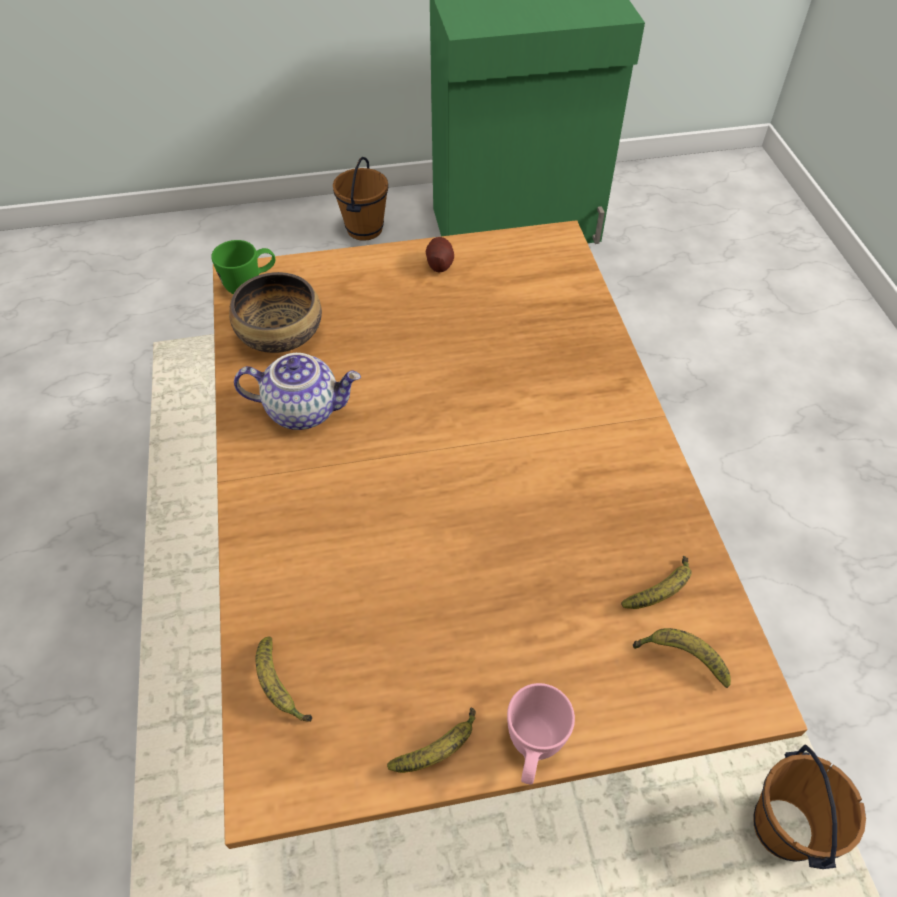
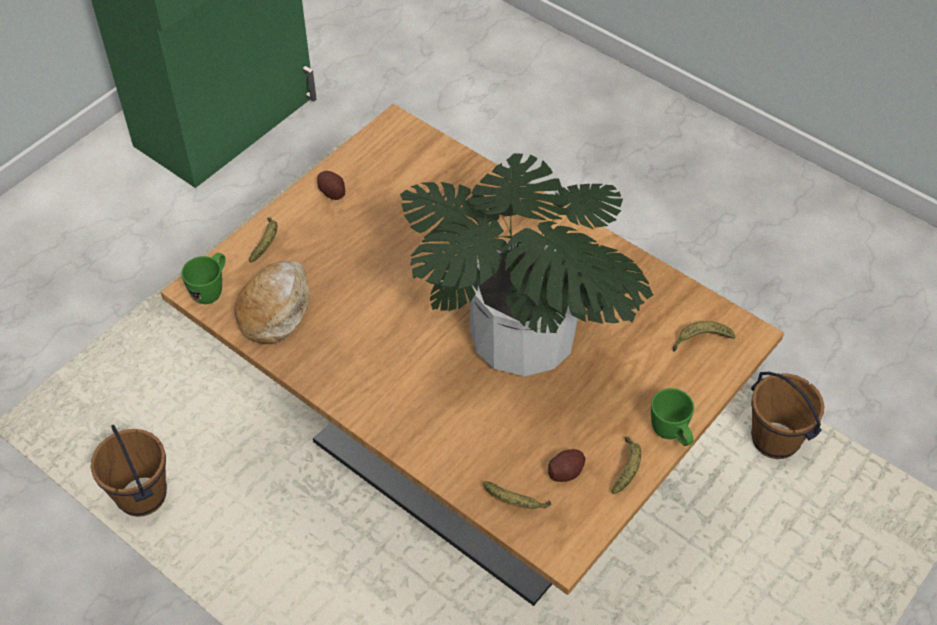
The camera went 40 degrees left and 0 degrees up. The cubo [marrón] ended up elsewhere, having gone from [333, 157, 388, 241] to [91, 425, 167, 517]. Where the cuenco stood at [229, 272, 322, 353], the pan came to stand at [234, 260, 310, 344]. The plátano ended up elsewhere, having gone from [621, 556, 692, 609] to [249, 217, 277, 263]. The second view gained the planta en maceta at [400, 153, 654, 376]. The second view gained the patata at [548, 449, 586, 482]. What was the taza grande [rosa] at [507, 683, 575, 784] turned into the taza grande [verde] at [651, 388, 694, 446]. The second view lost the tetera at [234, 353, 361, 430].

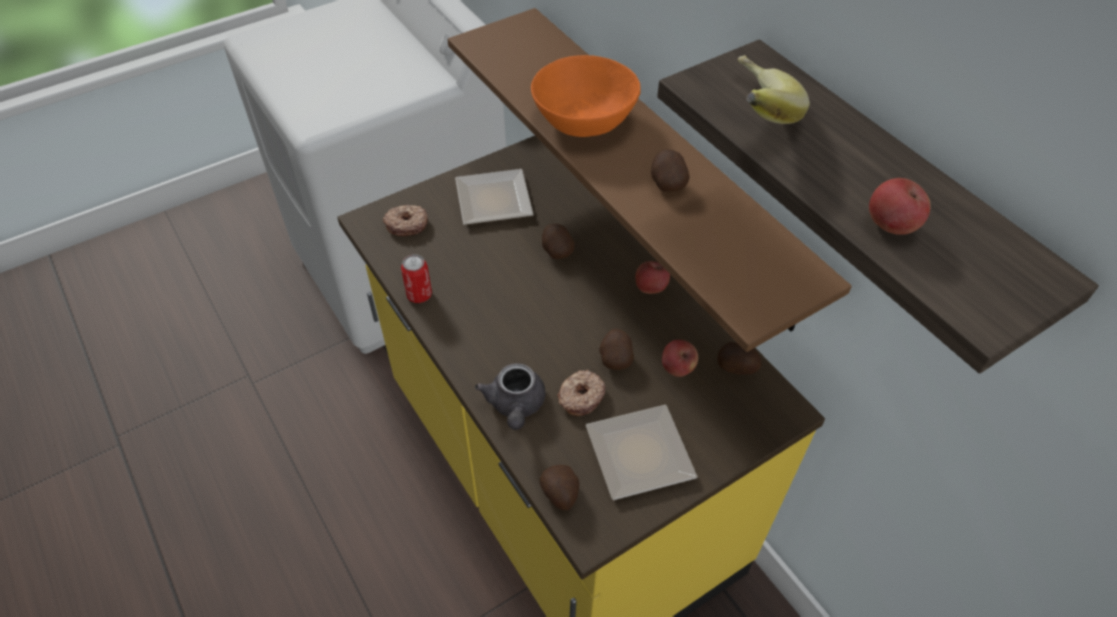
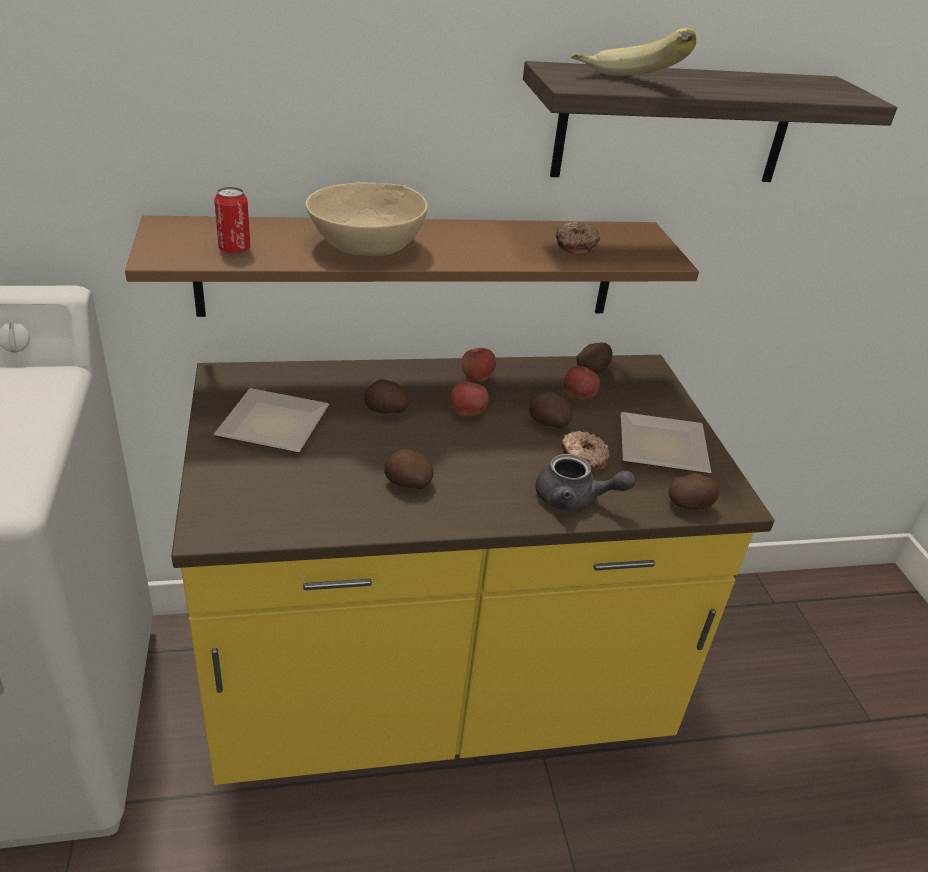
The camera went 70 degrees left and 15 degrees down. The lata ended up elsewhere, having gone from [401, 254, 432, 303] to [214, 187, 251, 254]. What was the cuenco [naranja] at [531, 55, 641, 137] turned into the cuenco [beis] at [306, 183, 428, 256]. The patata ended up elsewhere, having gone from [651, 149, 690, 192] to [384, 449, 434, 489]. The manzana ended up elsewhere, having gone from [869, 178, 931, 235] to [451, 382, 489, 416]. The rosquilla ended up elsewhere, having gone from [383, 205, 428, 236] to [556, 222, 600, 255].

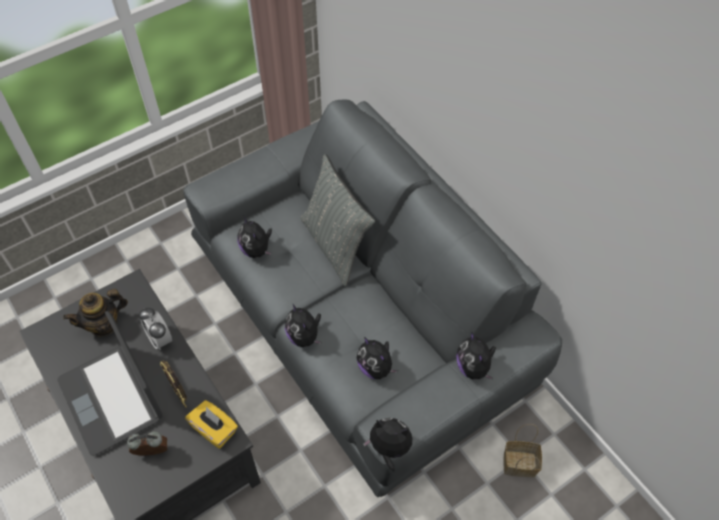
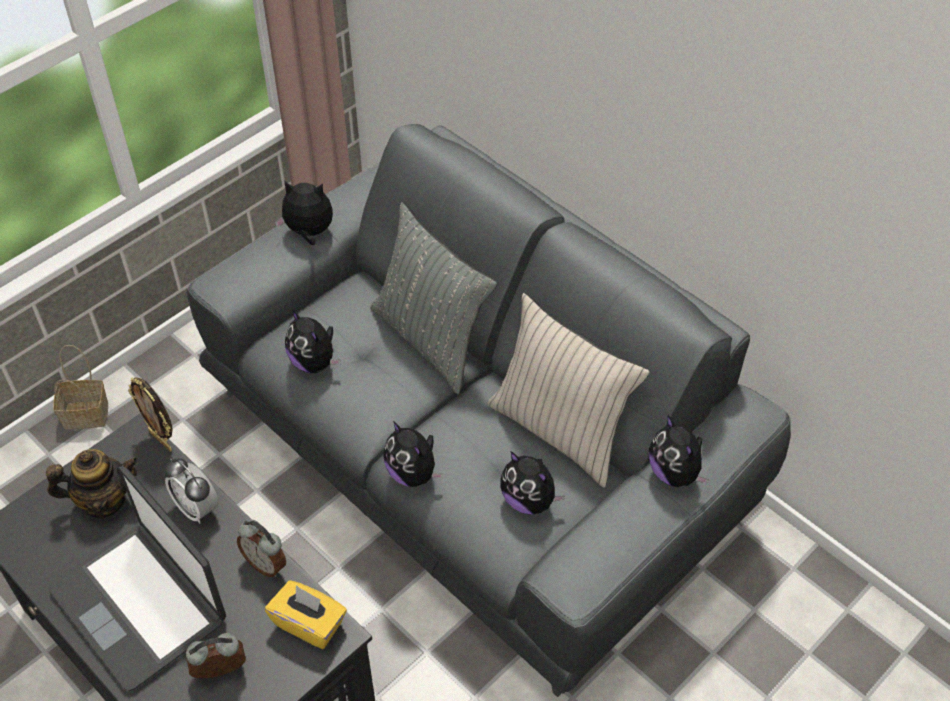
The camera went 10 degrees left and 5 degrees down. The tetera at [63, 289, 128, 337] ended up facing another way, 150 degrees counterclockwise from before. The cesta ended up elsewhere, having gone from [503, 424, 542, 477] to [53, 345, 108, 429]. The portarretratos ended up elsewhere, having gone from [160, 360, 187, 408] to [128, 377, 173, 452]. The second view gained the despertador at [237, 520, 286, 577]. The peluche ended up elsewhere, having gone from [363, 418, 412, 472] to [275, 180, 333, 245]. The second view gained the cojín [beis] at [488, 293, 650, 488].

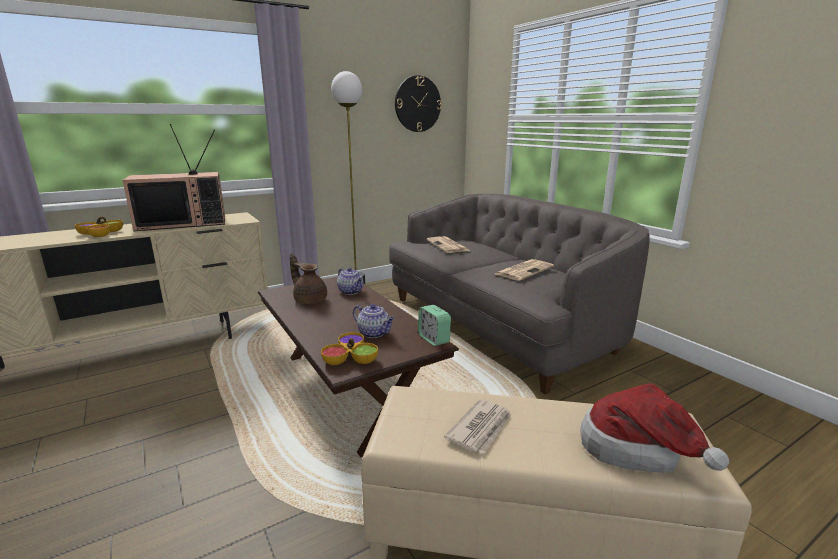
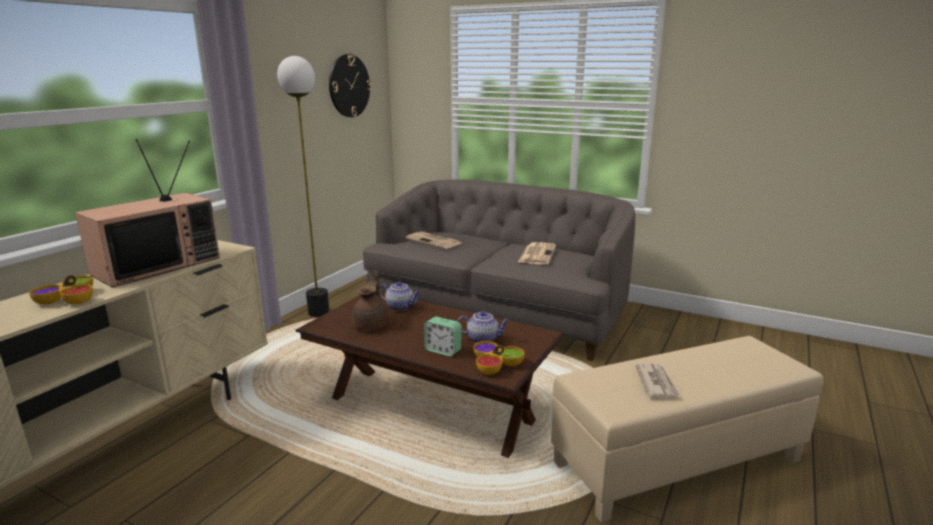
The camera went 30 degrees left and 0 degrees up. The tetera [marrón] at [290, 254, 327, 304] ended up facing another way, 90 degrees clockwise from before. The despertador ended up elsewhere, having gone from [418, 305, 451, 346] to [424, 317, 462, 356]. The second view lost the sombrero at [580, 383, 729, 473].

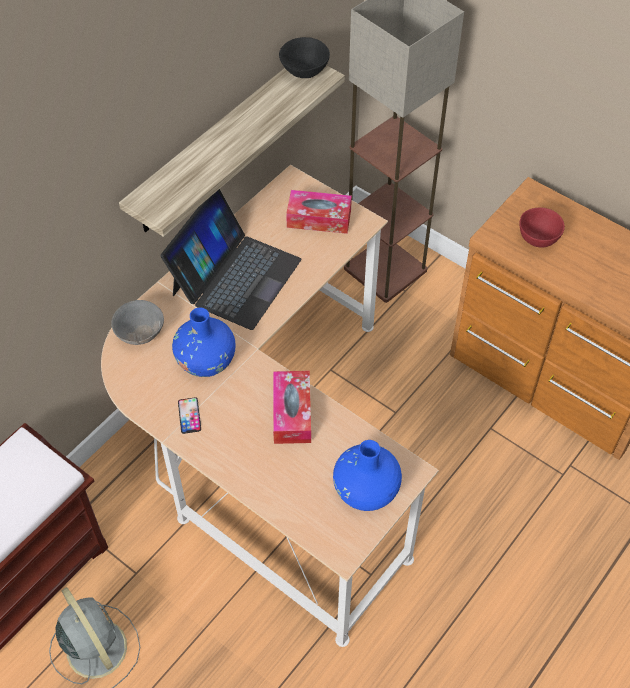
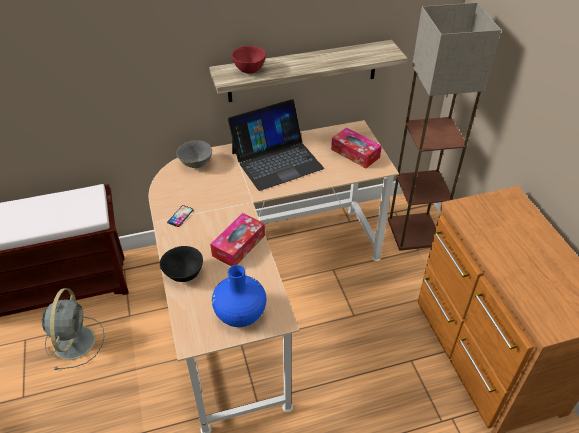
The camera went 35 degrees right and 10 degrees down. The cuenco [negro] ended up elsewhere, having gone from [279, 37, 330, 78] to [160, 246, 203, 282]. The cuenco [rojo] ended up elsewhere, having gone from [520, 208, 565, 248] to [232, 46, 266, 73]. The second view lost the florero [azul] at [172, 307, 236, 377].

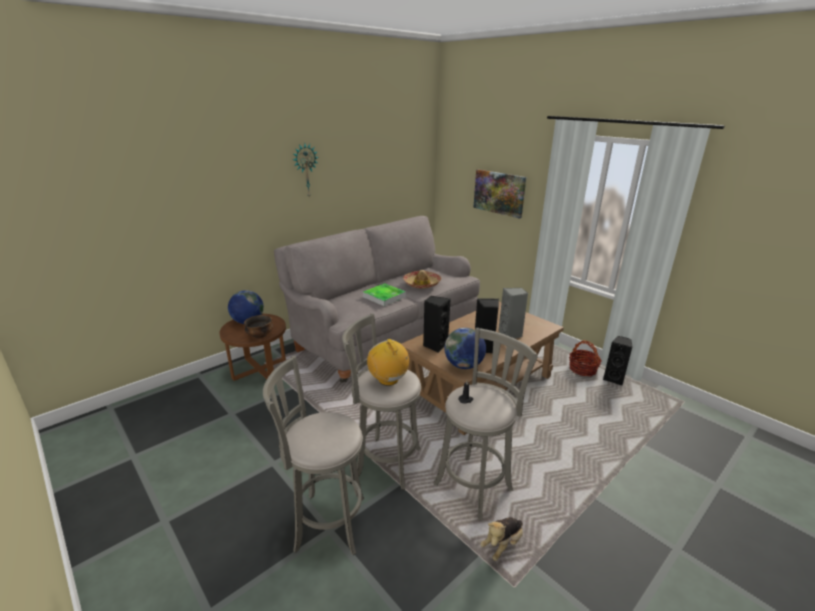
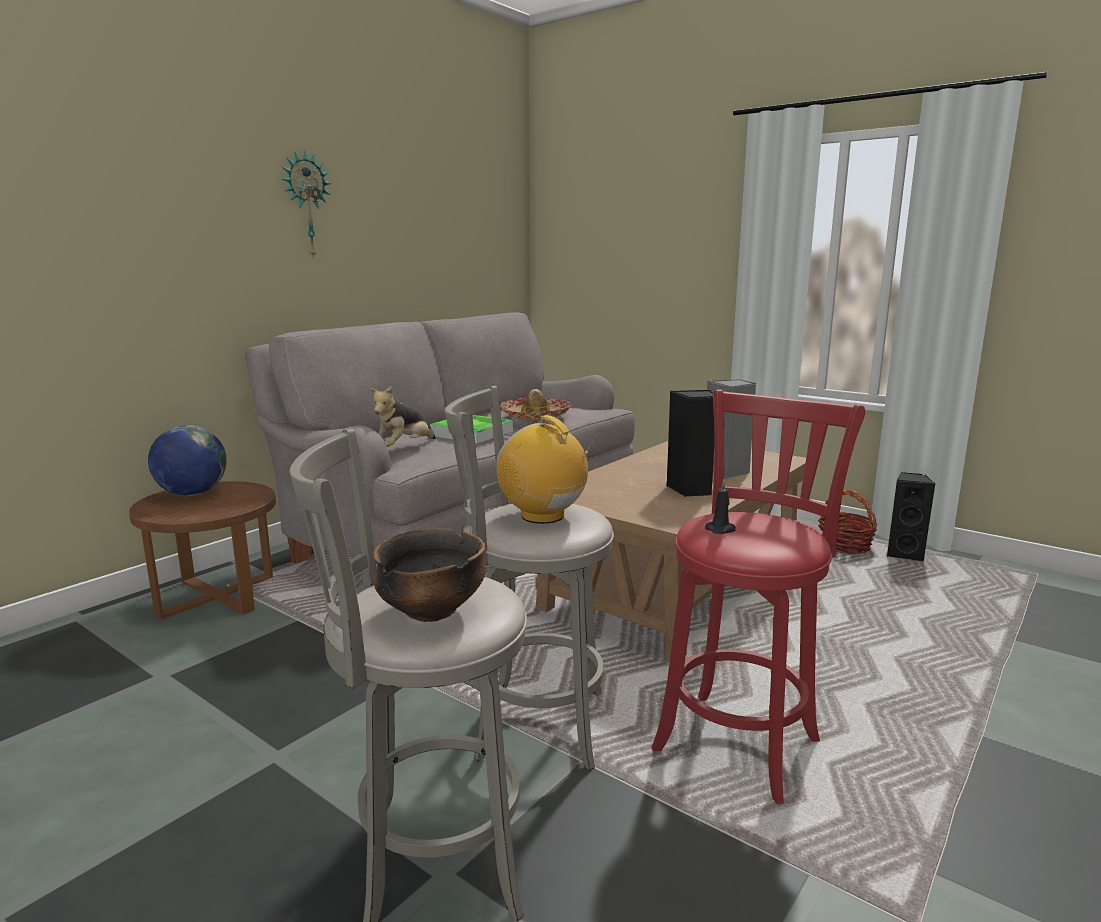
The camera went 10 degrees left and 10 degrees down. The peluche ended up elsewhere, having gone from [480, 517, 523, 561] to [370, 386, 436, 447]. The cuenco ended up elsewhere, having gone from [244, 315, 273, 339] to [373, 528, 486, 622]. What was the taburete [gris] at [434, 328, 537, 520] turned into the taburete [rojo] at [651, 390, 865, 804]. The second view lost the altavoz [negro] at [423, 296, 451, 353]. The second view lost the globo terráqueo at [445, 328, 486, 369]. The second view lost the cuadro at [473, 169, 526, 219].

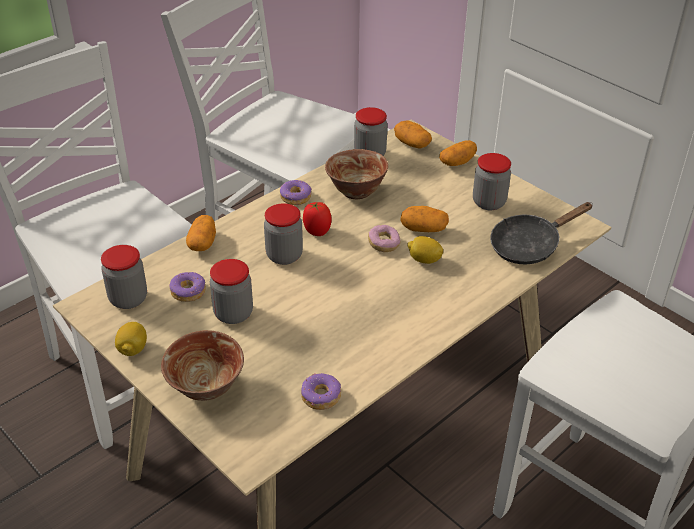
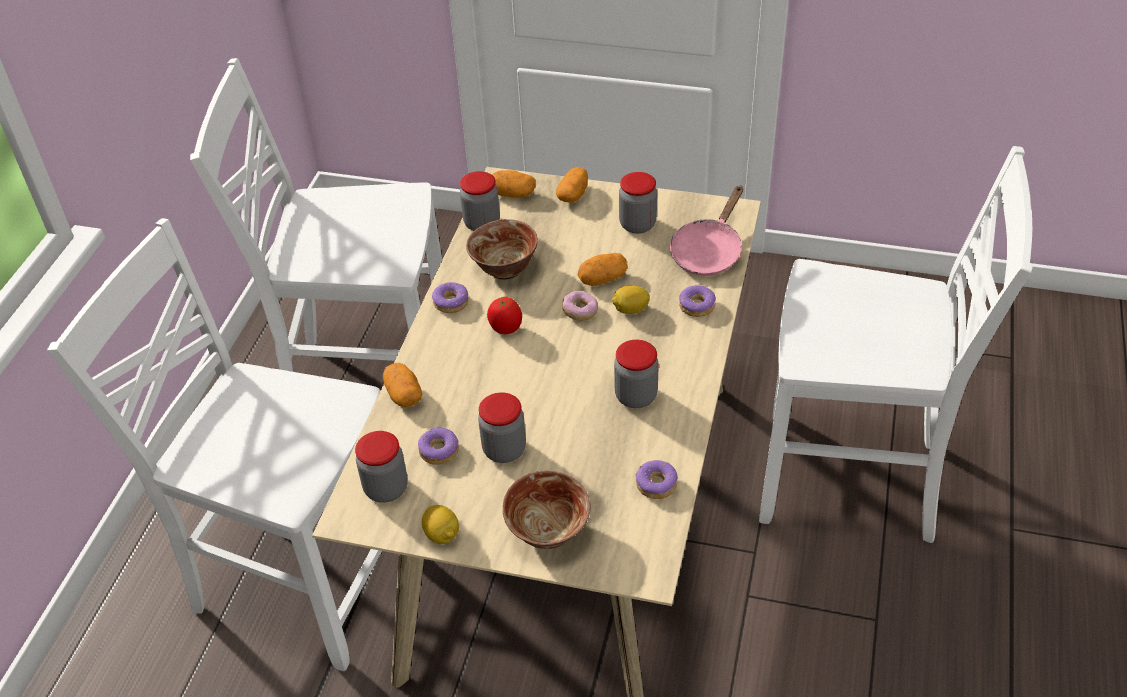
The camera went 30 degrees left and 5 degrees up. The tarro ended up elsewhere, having gone from [264, 203, 303, 265] to [614, 340, 659, 408]. What was the sartén [negro] at [490, 202, 593, 264] turned into the sartén [rosa] at [670, 185, 743, 276]. The second view gained the rosquilla at [679, 285, 716, 317].

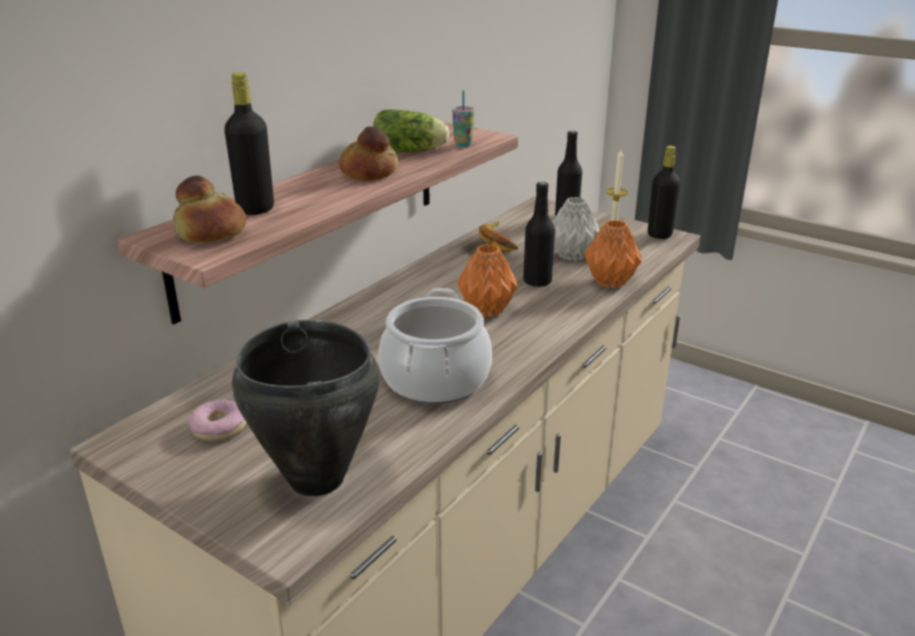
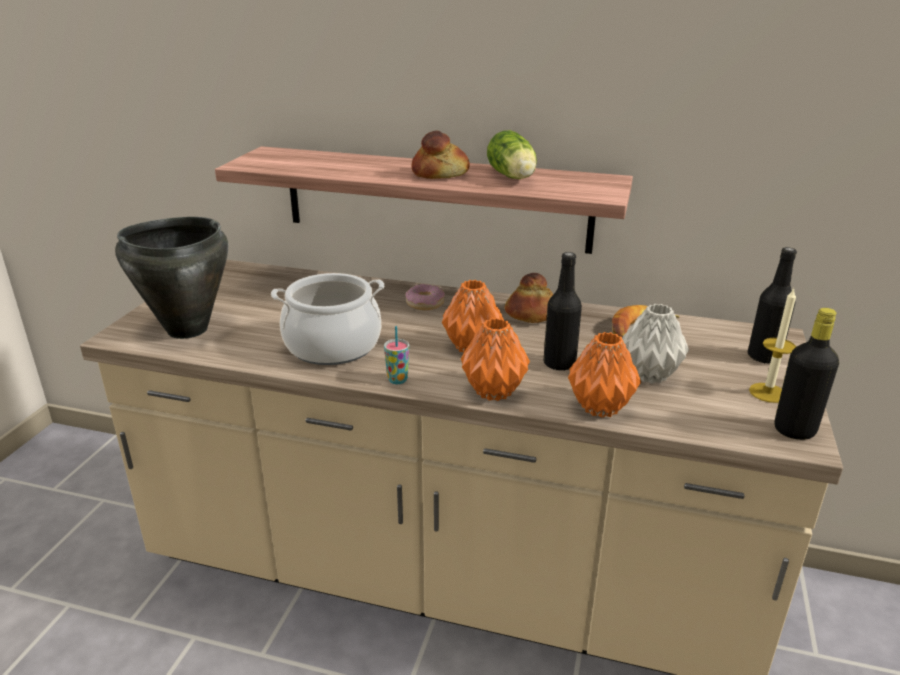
The camera went 70 degrees right and 0 degrees up. The taza ended up elsewhere, having gone from [452, 90, 474, 147] to [384, 326, 409, 384]. The rosquilla ended up elsewhere, having gone from [189, 399, 246, 441] to [405, 284, 445, 310]. The second view gained the florero [naranja] at [461, 318, 530, 401]. The pan ended up elsewhere, having gone from [173, 176, 246, 242] to [505, 273, 553, 323]. The second view lost the botella [negro] at [224, 72, 274, 215].

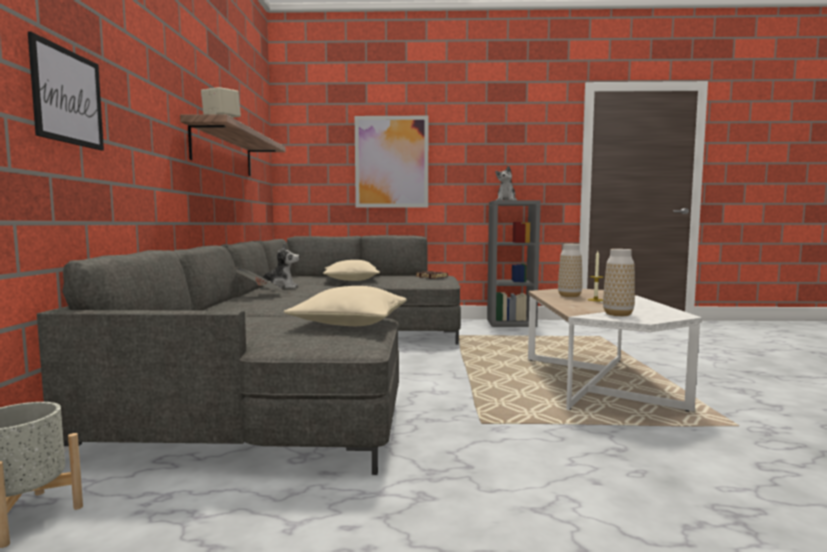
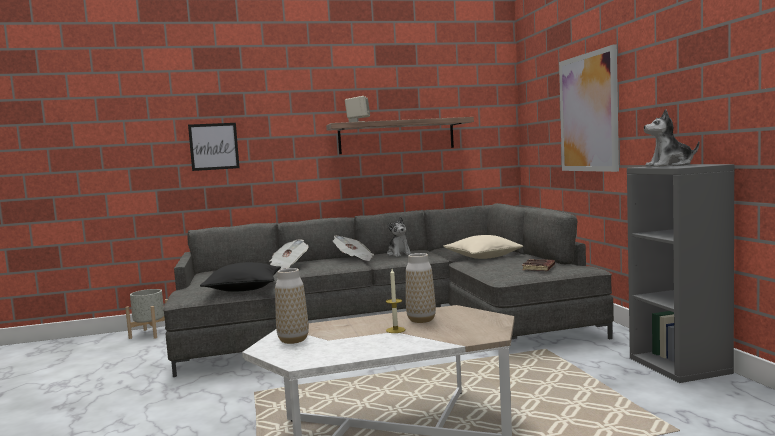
The camera went 75 degrees right and 0 degrees up. What was the cojín [beis] at [284, 286, 407, 326] turned into the cojín [negro] at [200, 262, 281, 292]. The second view gained the periódico at [270, 239, 309, 269].

